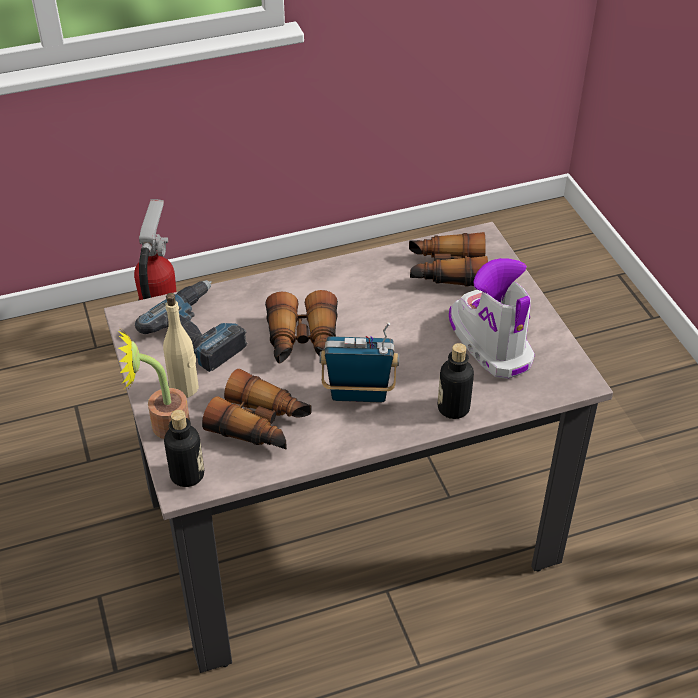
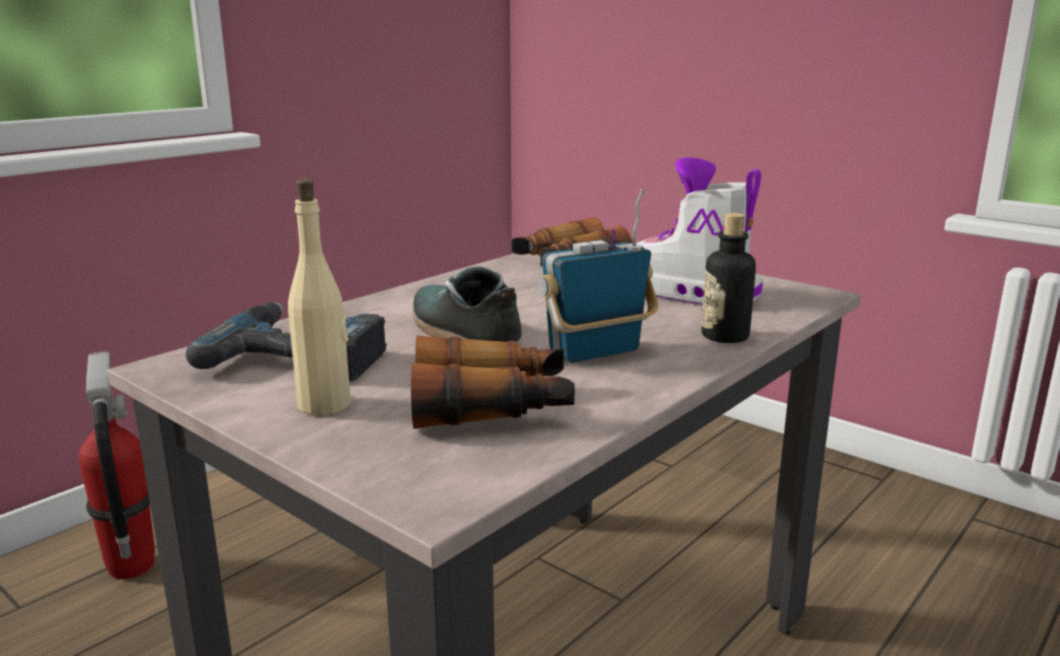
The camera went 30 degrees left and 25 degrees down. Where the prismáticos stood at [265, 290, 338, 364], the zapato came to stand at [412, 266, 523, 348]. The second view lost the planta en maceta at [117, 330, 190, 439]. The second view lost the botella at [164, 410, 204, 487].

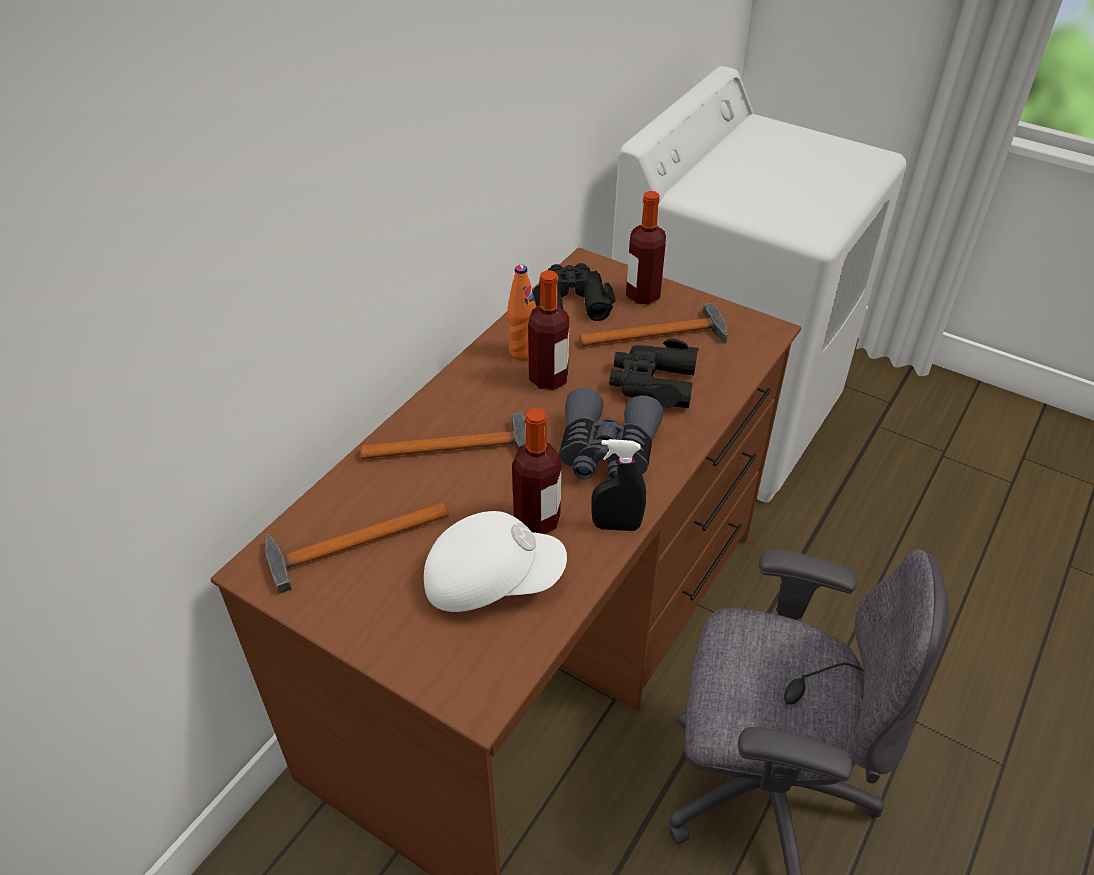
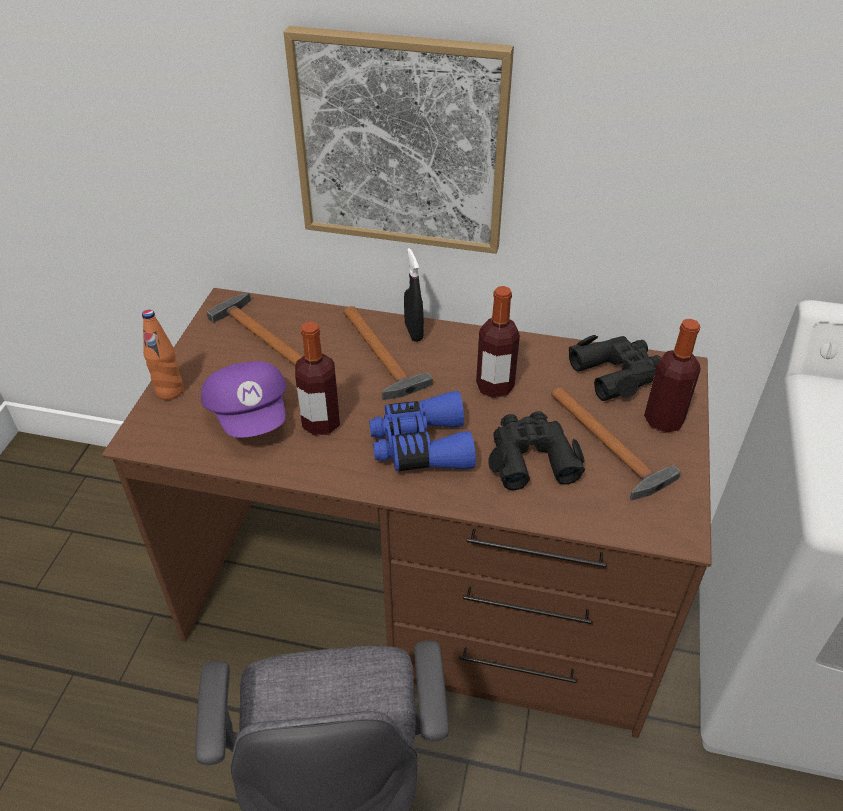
The camera went 70 degrees right and 0 degrees up. The botella [naranja] ended up elsewhere, having gone from [507, 265, 537, 360] to [142, 310, 183, 400]. What was the gorra [blanco] at [424, 511, 567, 612] turned into the gorra [morado] at [201, 361, 287, 438]. The second view gained the cuadro at [284, 26, 514, 254]. What was the prismáticos [gris] at [559, 388, 663, 480] turned into the prismáticos [azul] at [369, 391, 476, 471]. The pulverizador [negro] ended up elsewhere, having gone from [591, 439, 646, 531] to [404, 248, 424, 342].

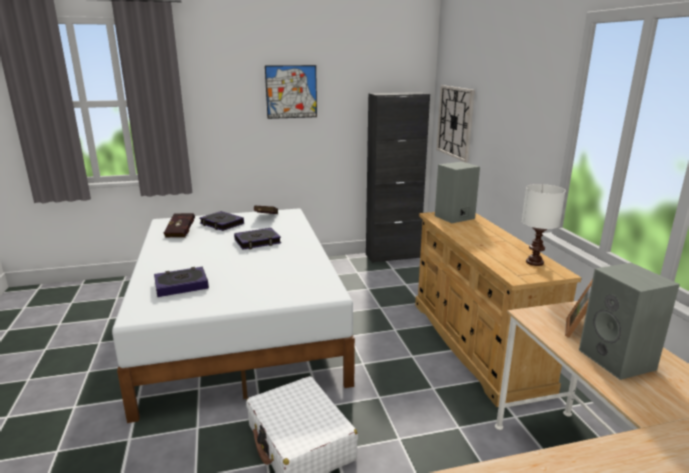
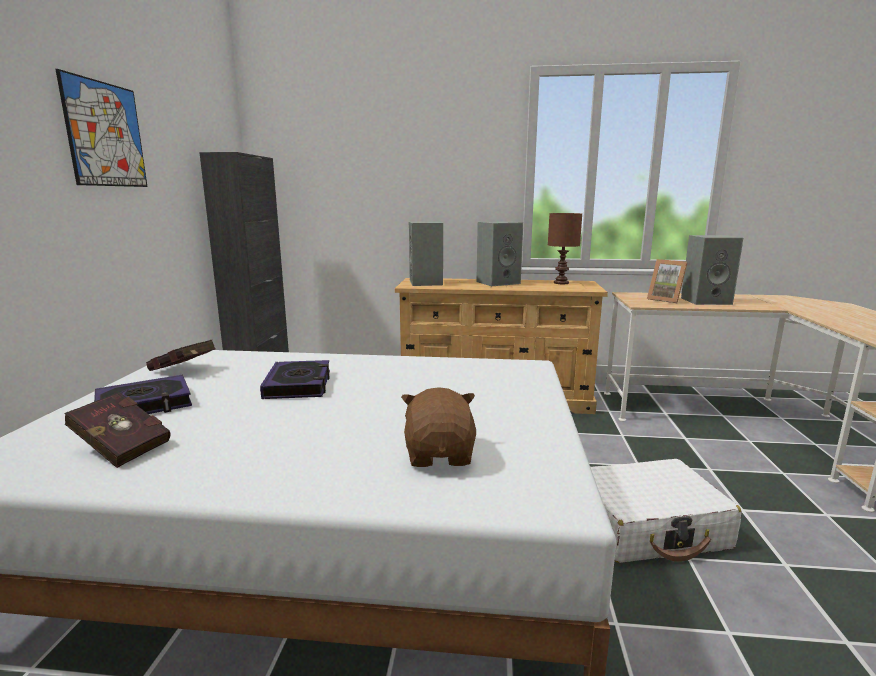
The camera went 70 degrees left and 5 degrees down. Where the libro stood at [154, 267, 209, 297], the peluche [marrón] came to stand at [401, 387, 476, 467]. The second view gained the altavoz [gris] at [476, 221, 523, 286]. What was the lámpara de mesa [blanco] at [522, 184, 566, 266] turned into the lámpara de mesa [marrón] at [548, 213, 582, 284]. The second view lost the reloj de pared at [437, 85, 475, 162].

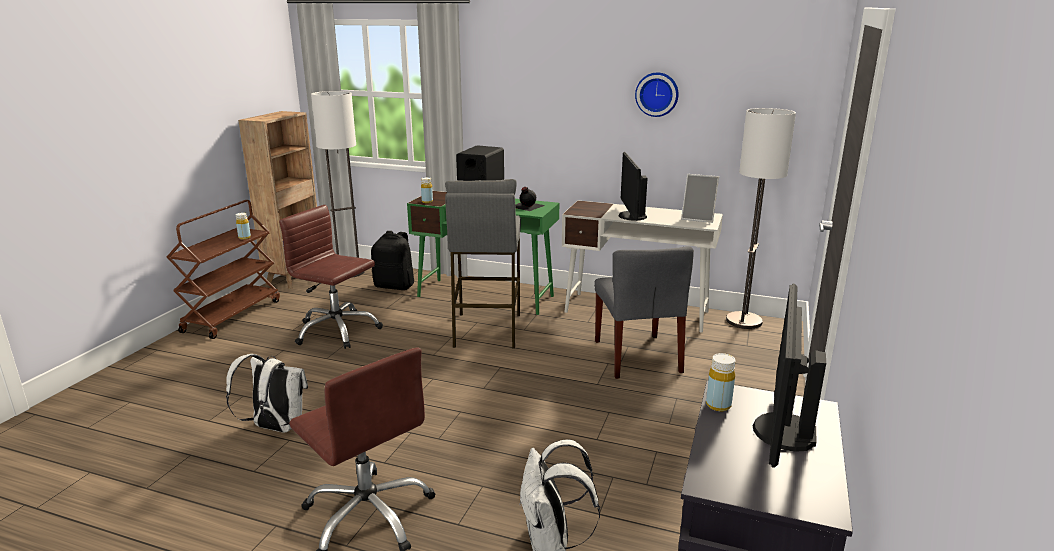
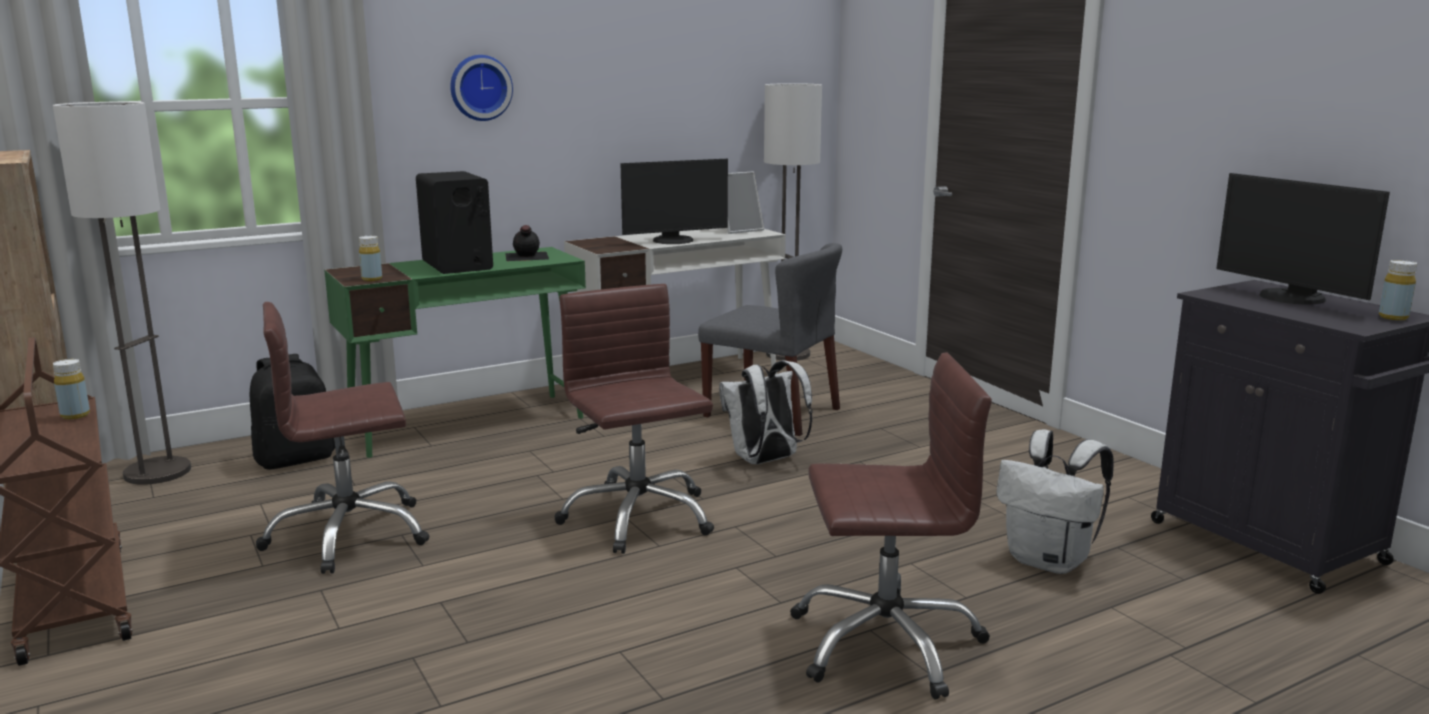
The camera went 50 degrees left and 5 degrees down. The reloj de pared ended up elsewhere, having gone from [635, 72, 679, 117] to [450, 55, 513, 121]. The second view gained the silla de oficina [marrón] at [555, 284, 714, 554]. The monitor at [619, 152, 648, 221] ended up facing another way, 60 degrees counterclockwise from before. The mochila [blanco] ended up elsewhere, having gone from [226, 354, 308, 433] to [719, 361, 813, 465]. The botella [amarillo] ended up elsewhere, having gone from [706, 353, 736, 411] to [1379, 260, 1417, 320]. The second view lost the taburete [gris] at [445, 179, 521, 349].

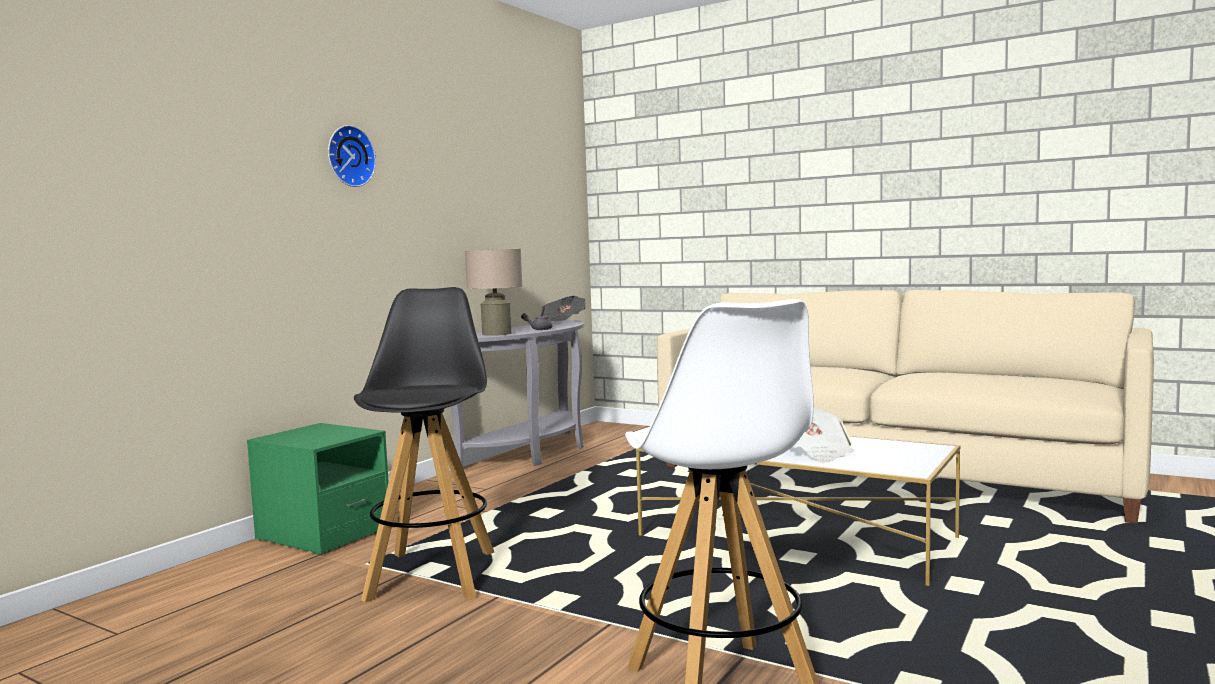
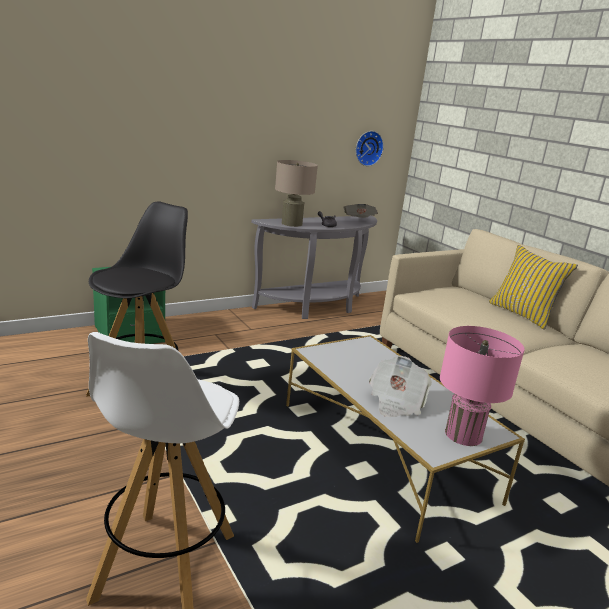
The camera went 25 degrees right and 15 degrees up. The reloj de pared ended up elsewhere, having gone from [328, 125, 376, 187] to [356, 131, 384, 166]. The second view gained the lámpara de mesa [rosa] at [440, 326, 525, 446]. The second view gained the cojín [amarillo] at [489, 245, 578, 330].

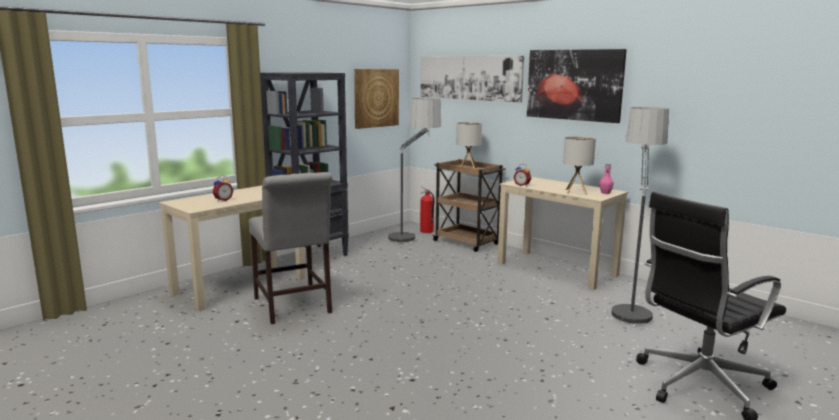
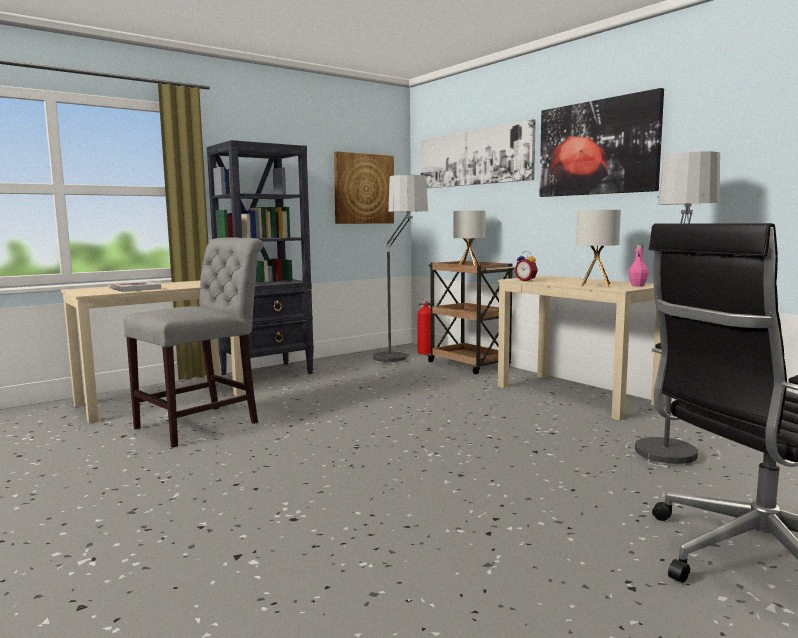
The camera went 10 degrees right and 5 degrees down. Where the despertador stood at [212, 175, 234, 201], the libro came to stand at [108, 281, 161, 292]. The silla [gris] at [249, 172, 332, 324] ended up facing another way, 120 degrees counterclockwise from before.

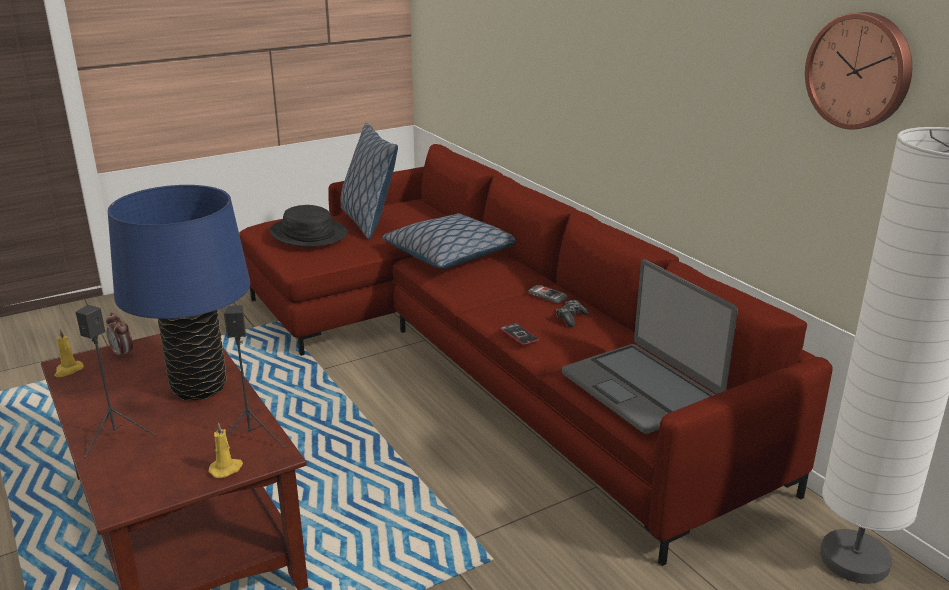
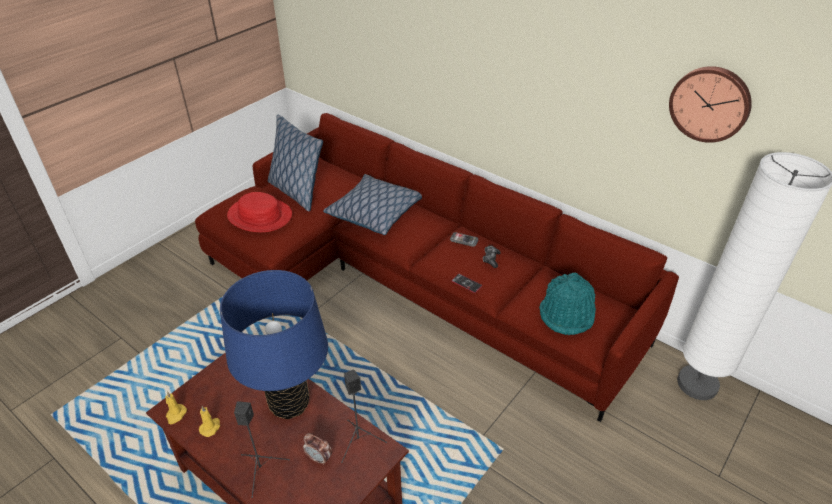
The camera went 20 degrees left and 15 degrees up. The vela [amarillo] ended up elsewhere, having gone from [209, 422, 243, 478] to [199, 406, 220, 437]. What was the sombrero [negro] at [270, 205, 348, 247] turned into the sombrero [rojo] at [227, 192, 292, 232]. The despertador ended up elsewhere, having gone from [106, 312, 133, 359] to [303, 433, 332, 465]. Where the portátil stood at [562, 259, 738, 434], the sombrero [turquesa] came to stand at [539, 273, 596, 335].

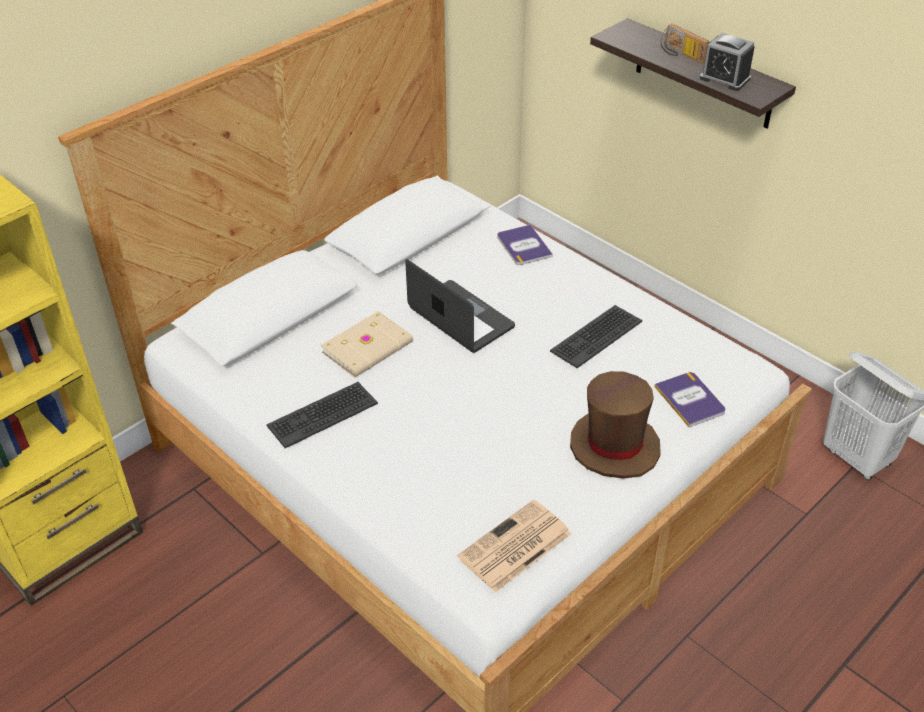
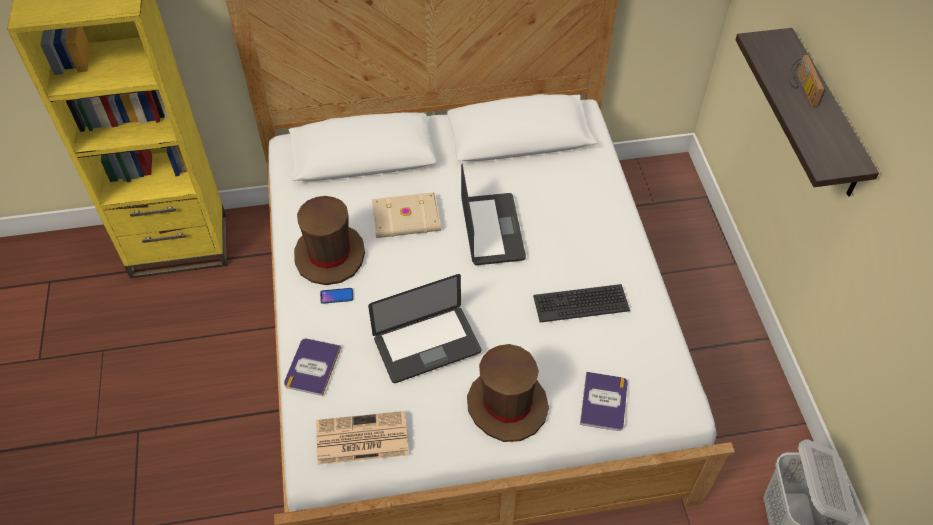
The camera went 35 degrees right and 10 degrees up. The libro ended up elsewhere, having gone from [497, 225, 553, 265] to [284, 338, 341, 396]. Where the teclado stood at [266, 382, 378, 448], the sombrero [marrón] came to stand at [294, 196, 365, 285]. The second view gained the móvil at [320, 288, 353, 304]. The second view gained the portátil at [368, 274, 481, 383]. The second view lost the despertador at [700, 33, 755, 91].

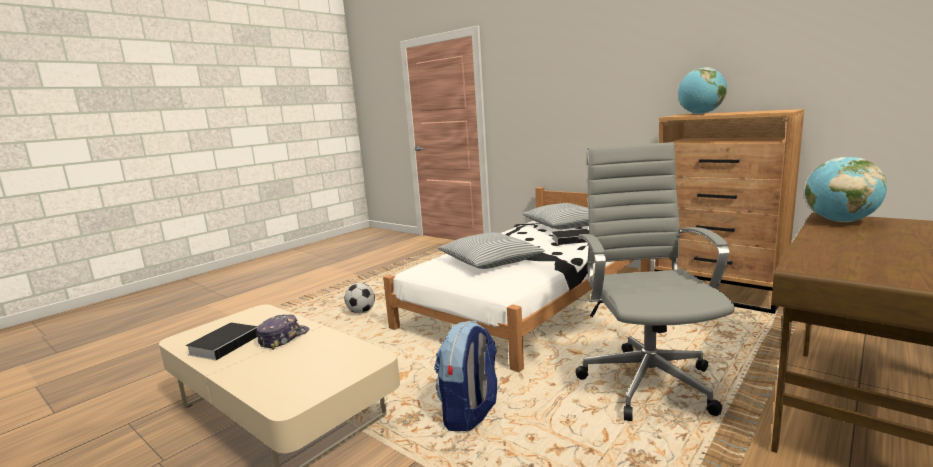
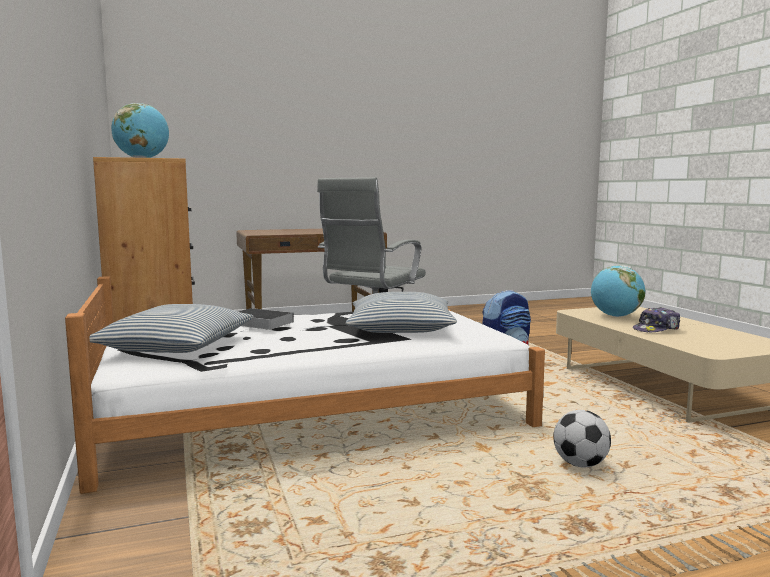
The camera went 150 degrees left and 5 degrees down. The globo terráqueo ended up elsewhere, having gone from [805, 157, 887, 222] to [591, 266, 645, 317]. The second view lost the libro at [186, 323, 258, 361].

